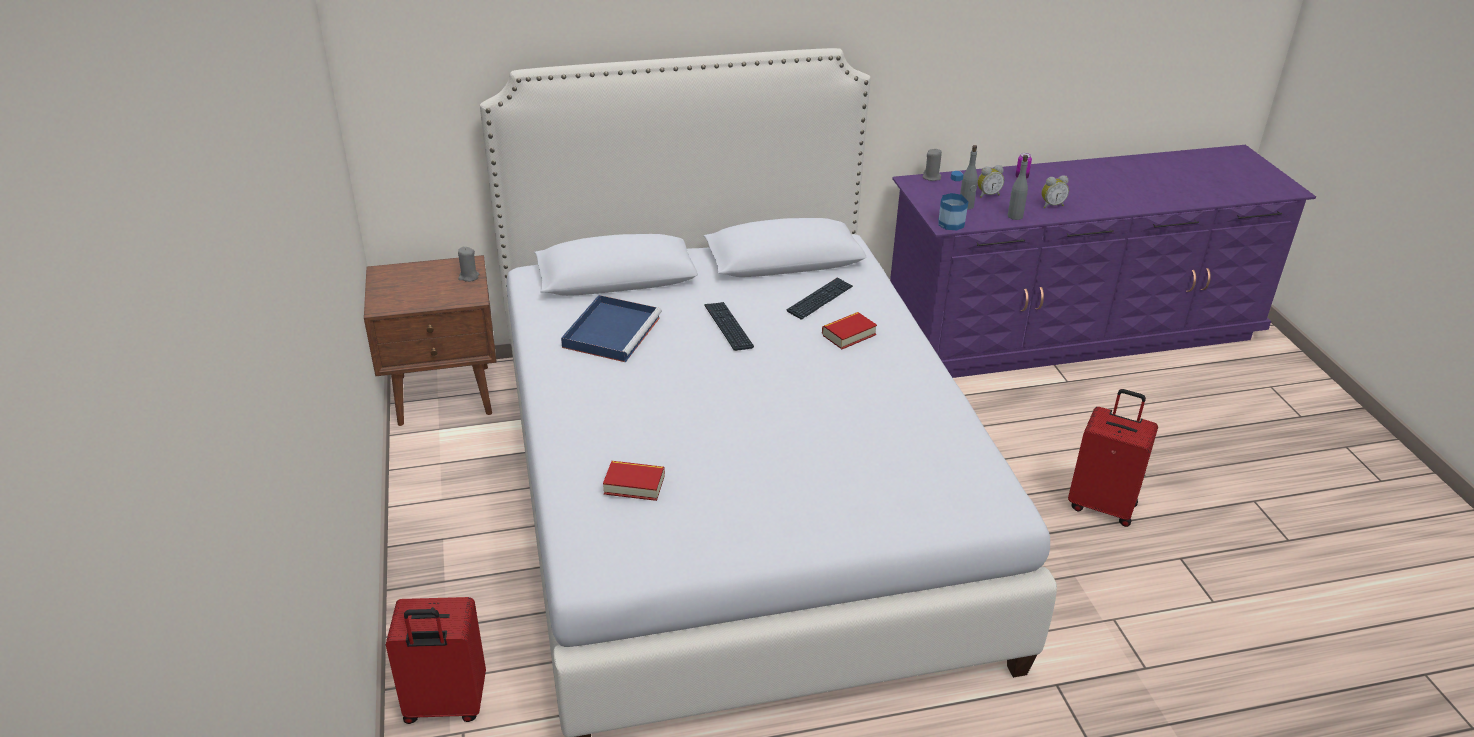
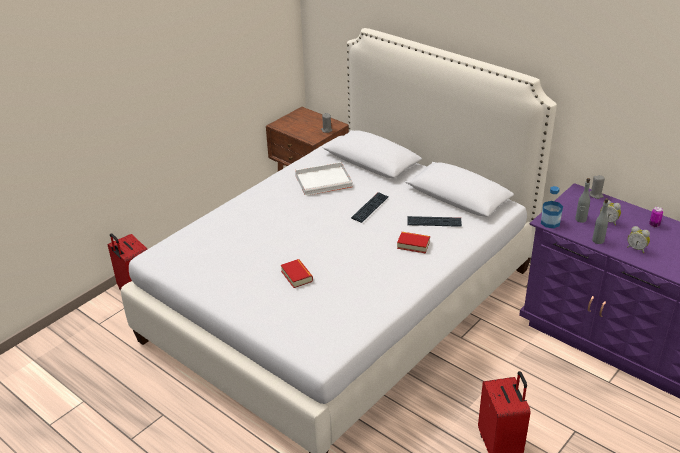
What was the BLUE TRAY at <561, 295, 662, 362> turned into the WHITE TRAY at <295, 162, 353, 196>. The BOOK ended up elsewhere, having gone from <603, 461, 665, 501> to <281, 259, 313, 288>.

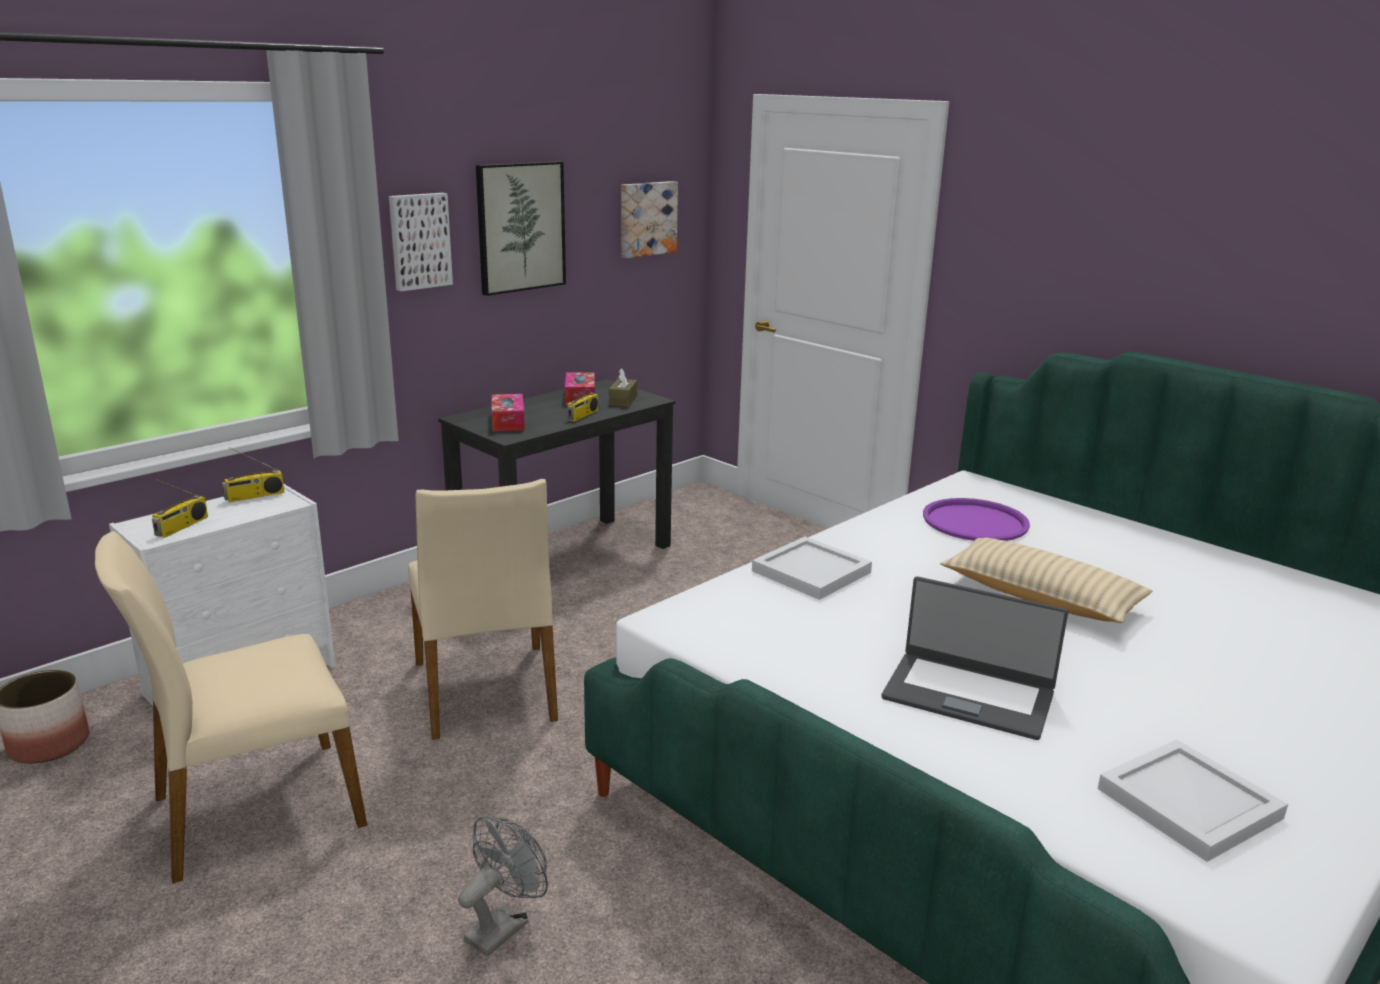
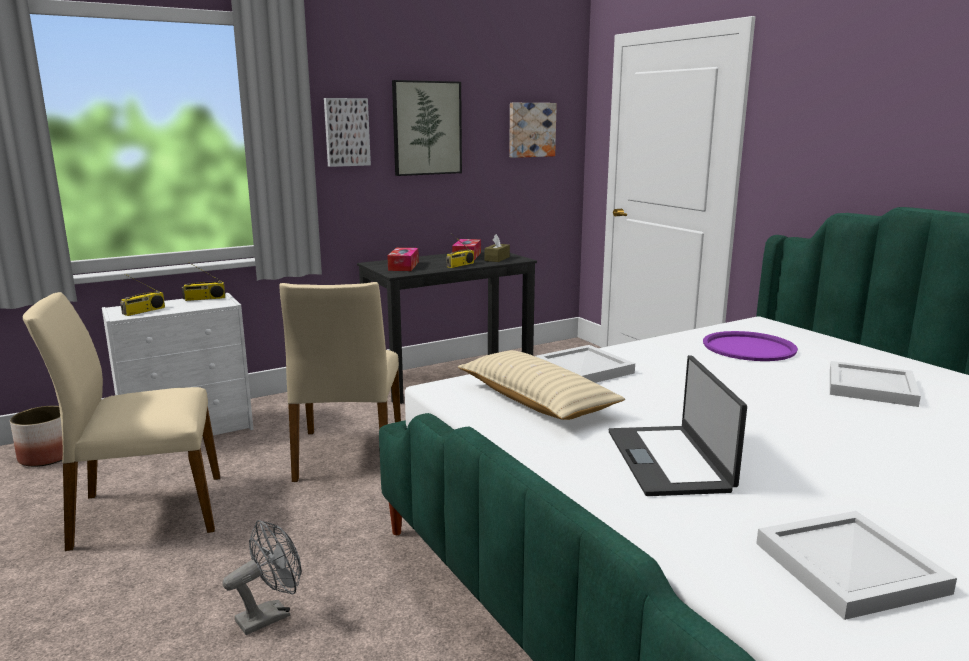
The LAPTOP at <882, 576, 1068, 740> ended up facing another way, 45 degrees clockwise from before. The BEIGE PILLOW ended up elsewhere, having gone from <940, 538, 1152, 623> to <458, 350, 625, 420>. The second view gained the WHITE TRAY at <830, 361, 921, 407>.

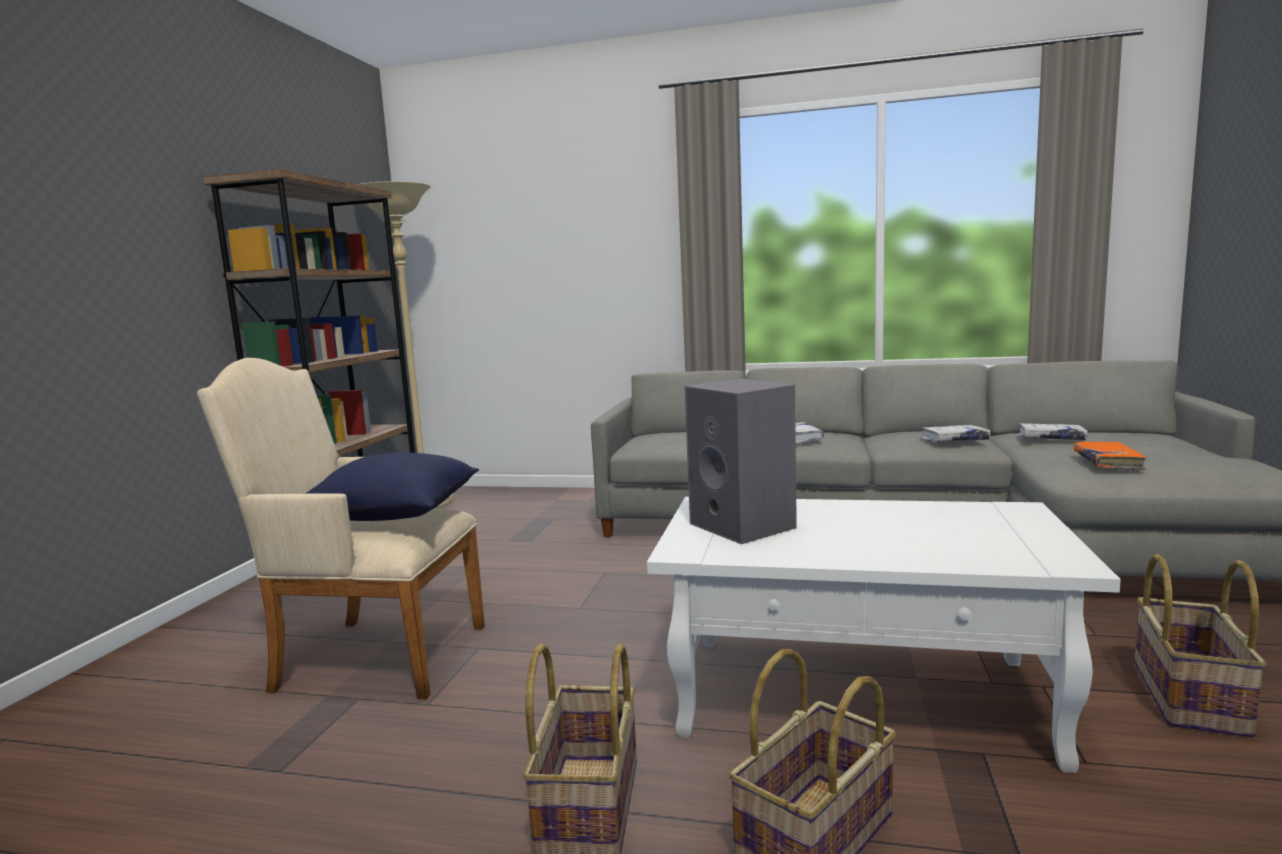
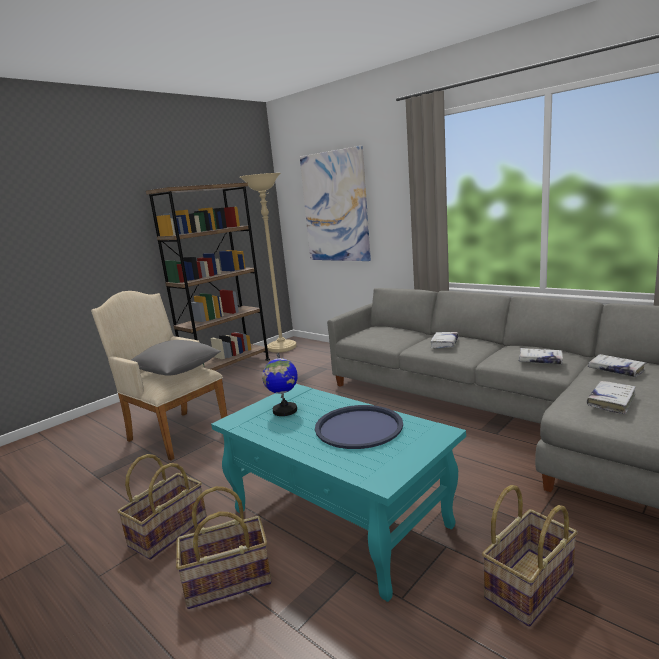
What was the BLUE PILLOW at <306, 452, 479, 521> turned into the GREY PILLOW at <131, 340, 221, 376>. What was the WHITE COFFEE TABLE at <647, 497, 1121, 773> turned into the TURQUOISE COFFEE TABLE at <211, 384, 466, 602>. Where the GREY SPEAKER stood at <685, 379, 797, 544>, the GLOBE came to stand at <262, 352, 298, 416>. What was the ORANGE BOOK at <1074, 442, 1147, 470> turned into the WHITE BOOK at <587, 381, 636, 414>. The second view gained the PICTURE at <300, 146, 371, 261>. The second view gained the BLUE TRAY at <315, 405, 403, 449>.

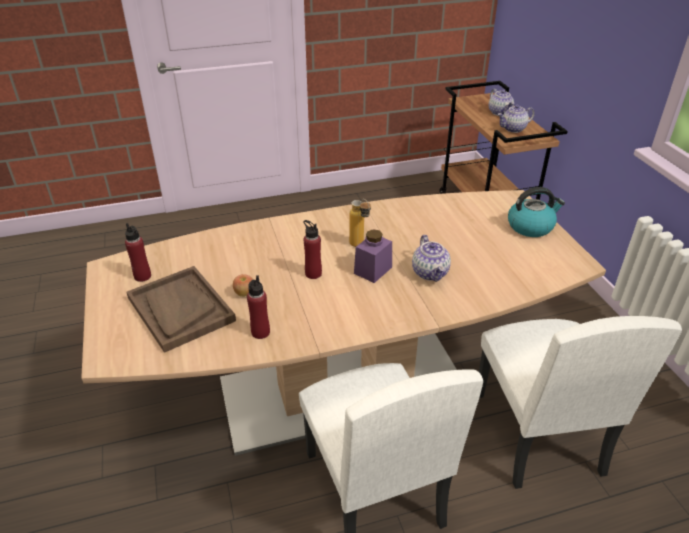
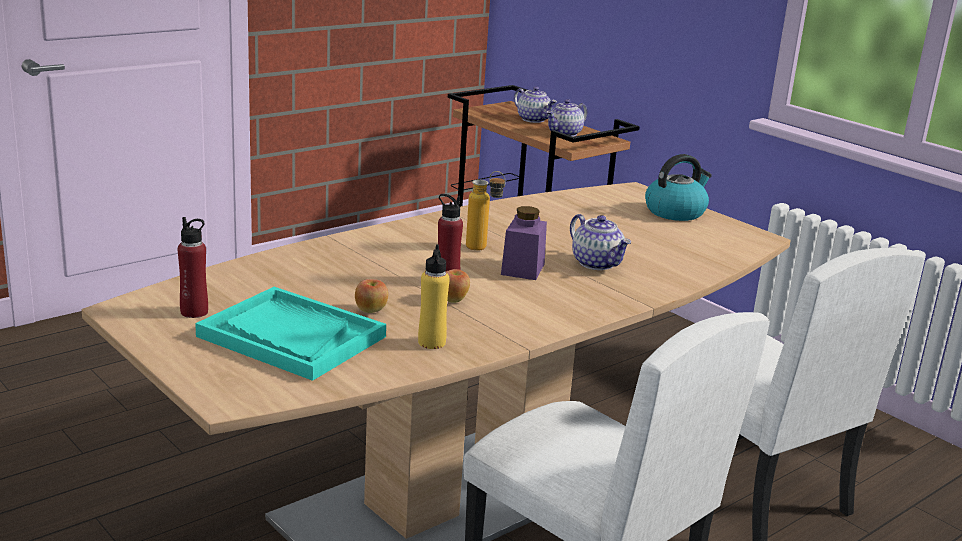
What was the BROWN TRAY at <126, 266, 236, 353> turned into the TURQUOISE TRAY at <195, 287, 386, 381>. What was the RED BOTTLE at <247, 275, 270, 339> turned into the YELLOW BOTTLE at <418, 244, 450, 349>. The second view gained the APPLE at <446, 269, 470, 303>.

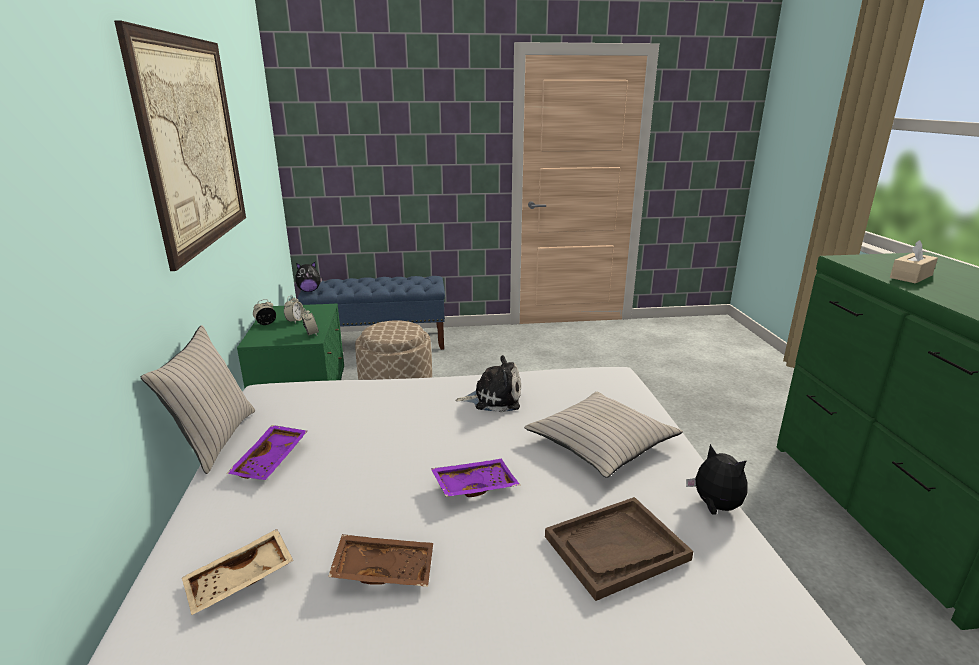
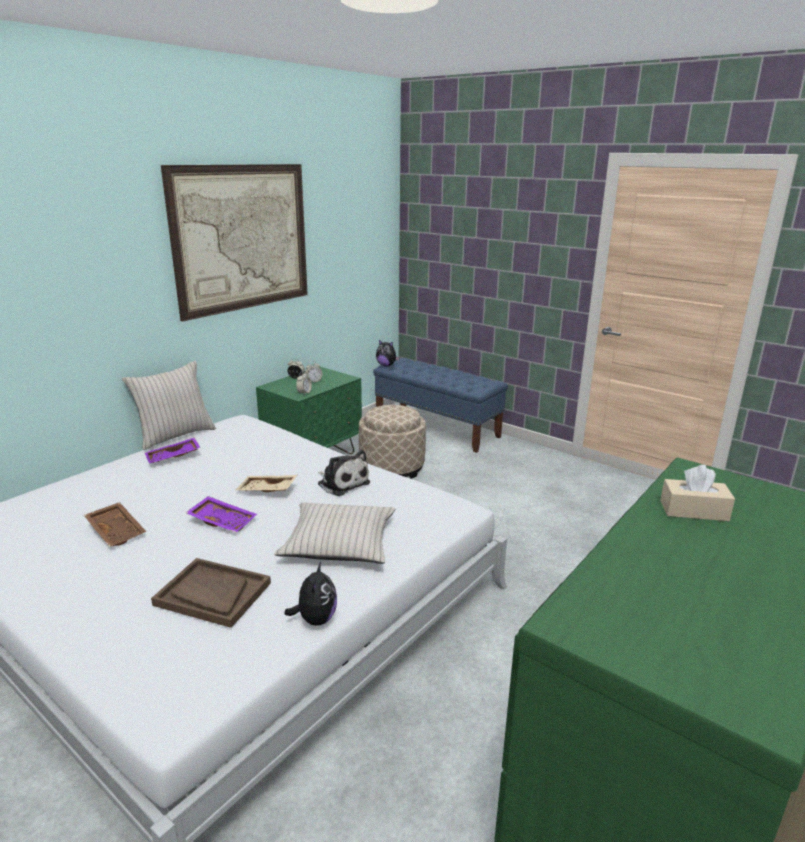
The BEIGE TRAY ended up elsewhere, having gone from <182, 529, 294, 615> to <235, 475, 297, 492>.

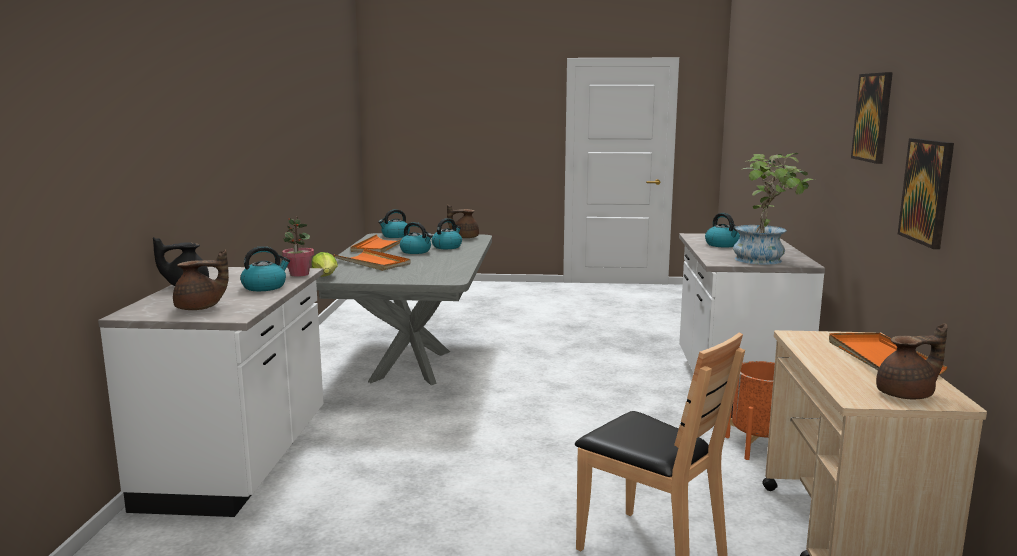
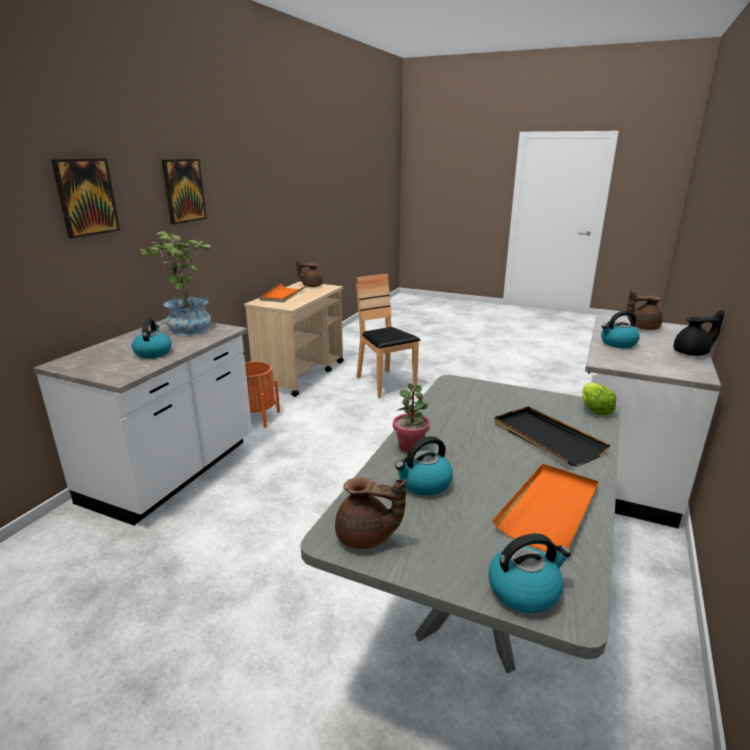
The POTTED PLANT ended up elsewhere, having gone from <282, 218, 314, 277> to <393, 384, 430, 453>. What was the ORANGE TRAY at <334, 249, 411, 271> turned into the BLACK TRAY at <494, 406, 610, 466>. The second view lost the KETTLE at <400, 222, 433, 254>. The PICTURE ended up elsewhere, having gone from <898, 138, 954, 249> to <51, 158, 120, 239>.

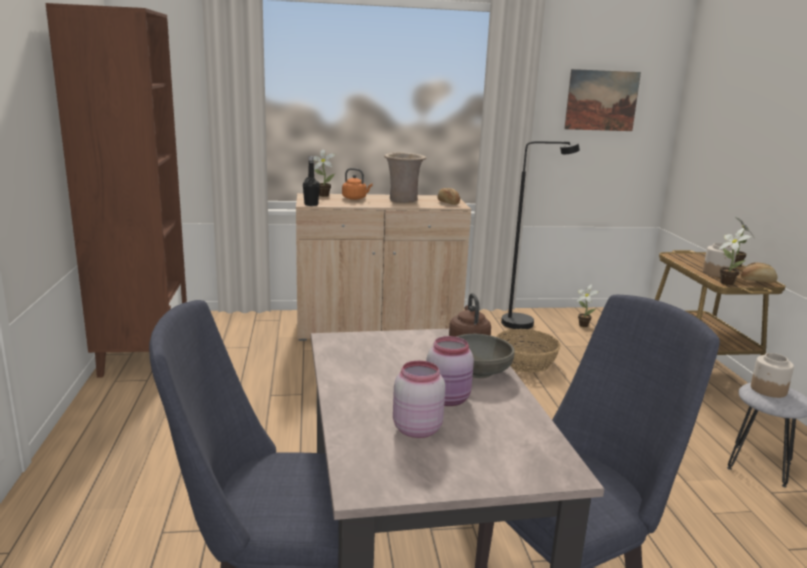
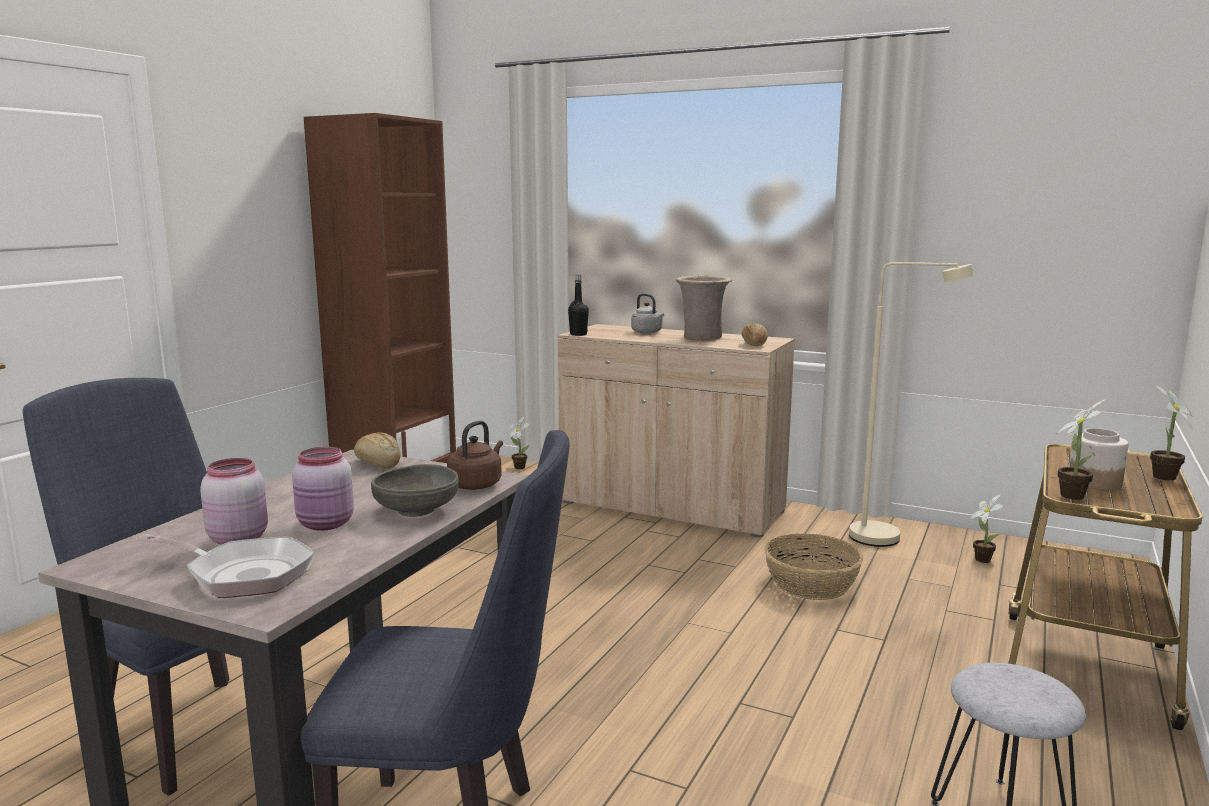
The POTTED PLANT ended up elsewhere, having gone from <314, 149, 335, 197> to <507, 417, 530, 469>. What was the ORANGE KETTLE at <342, 168, 373, 200> turned into the GREY KETTLE at <631, 293, 664, 334>. What was the BLACK FLOOR LAMP at <501, 142, 580, 329> turned into the BEIGE FLOOR LAMP at <849, 262, 974, 547>. The second view lost the PICTURE at <564, 69, 641, 131>. The BREAD ended up elsewhere, having gone from <741, 263, 778, 283> to <354, 432, 401, 469>. The second view lost the JAR at <751, 353, 794, 398>. The second view gained the FRYING PAN at <136, 534, 315, 598>.

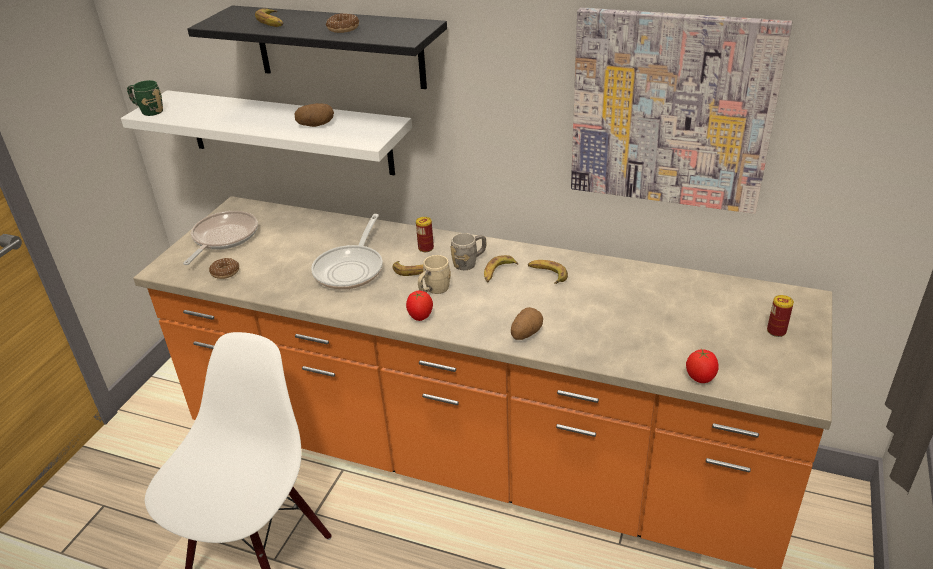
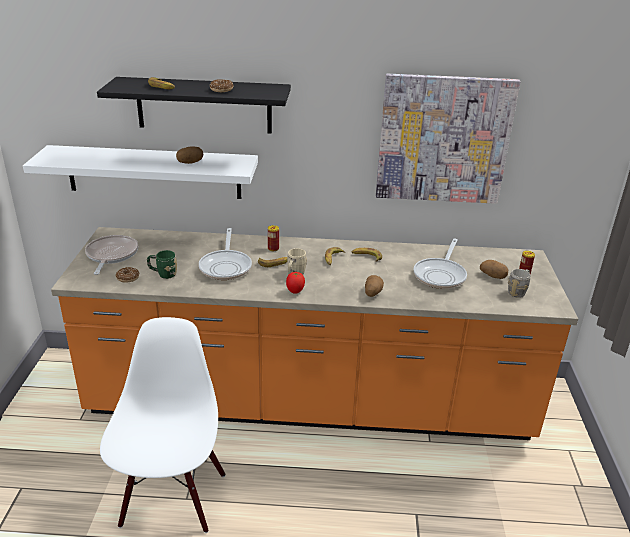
The GREEN MUG ended up elsewhere, having gone from <127, 80, 163, 116> to <147, 250, 177, 279>. The GREY MUG ended up elsewhere, having gone from <451, 233, 486, 270> to <508, 269, 530, 298>. The second view lost the TOMATO at <686, 349, 719, 383>. The second view gained the FRYING PAN at <414, 239, 467, 289>. The second view gained the POTATO at <480, 260, 508, 279>.

